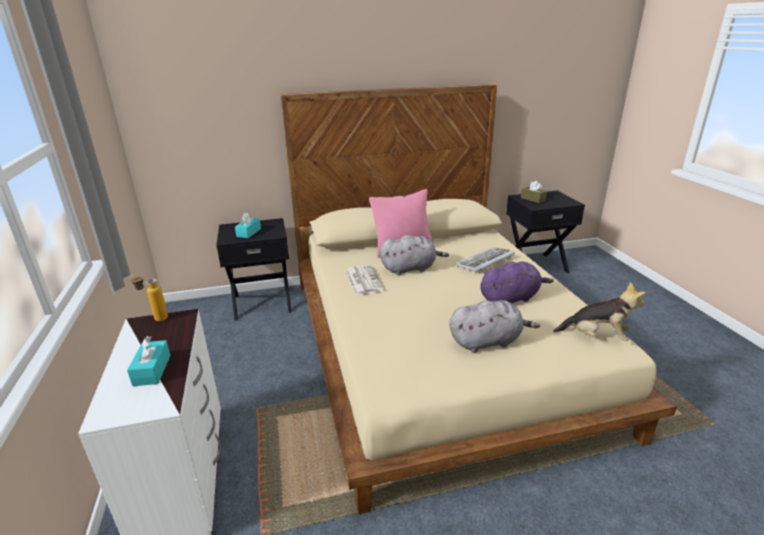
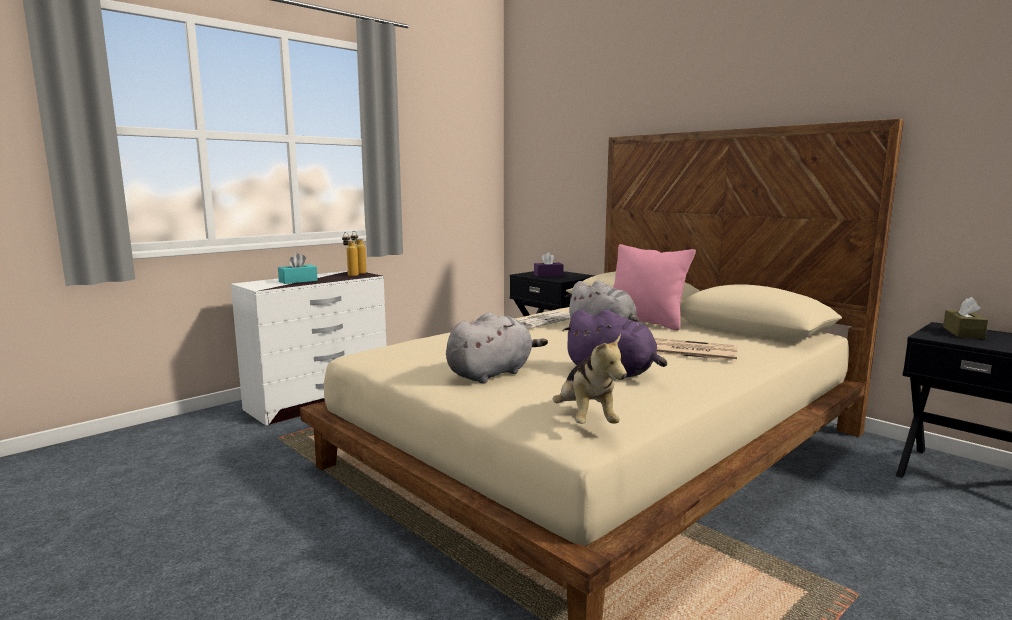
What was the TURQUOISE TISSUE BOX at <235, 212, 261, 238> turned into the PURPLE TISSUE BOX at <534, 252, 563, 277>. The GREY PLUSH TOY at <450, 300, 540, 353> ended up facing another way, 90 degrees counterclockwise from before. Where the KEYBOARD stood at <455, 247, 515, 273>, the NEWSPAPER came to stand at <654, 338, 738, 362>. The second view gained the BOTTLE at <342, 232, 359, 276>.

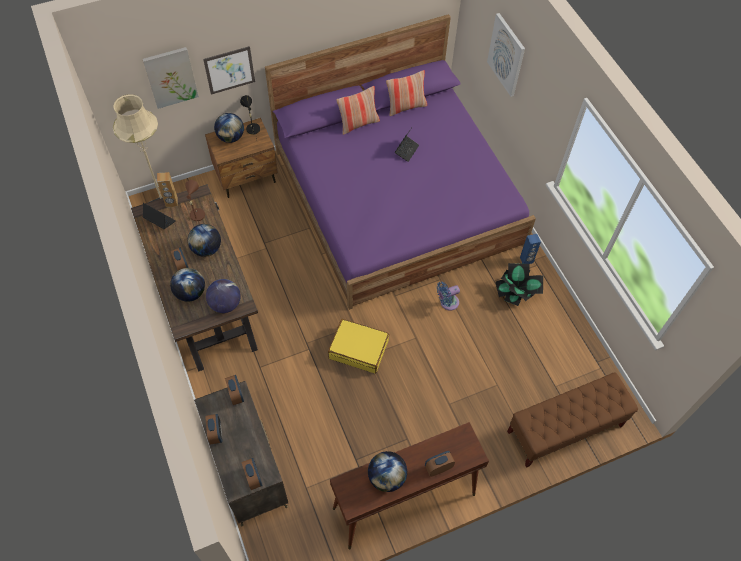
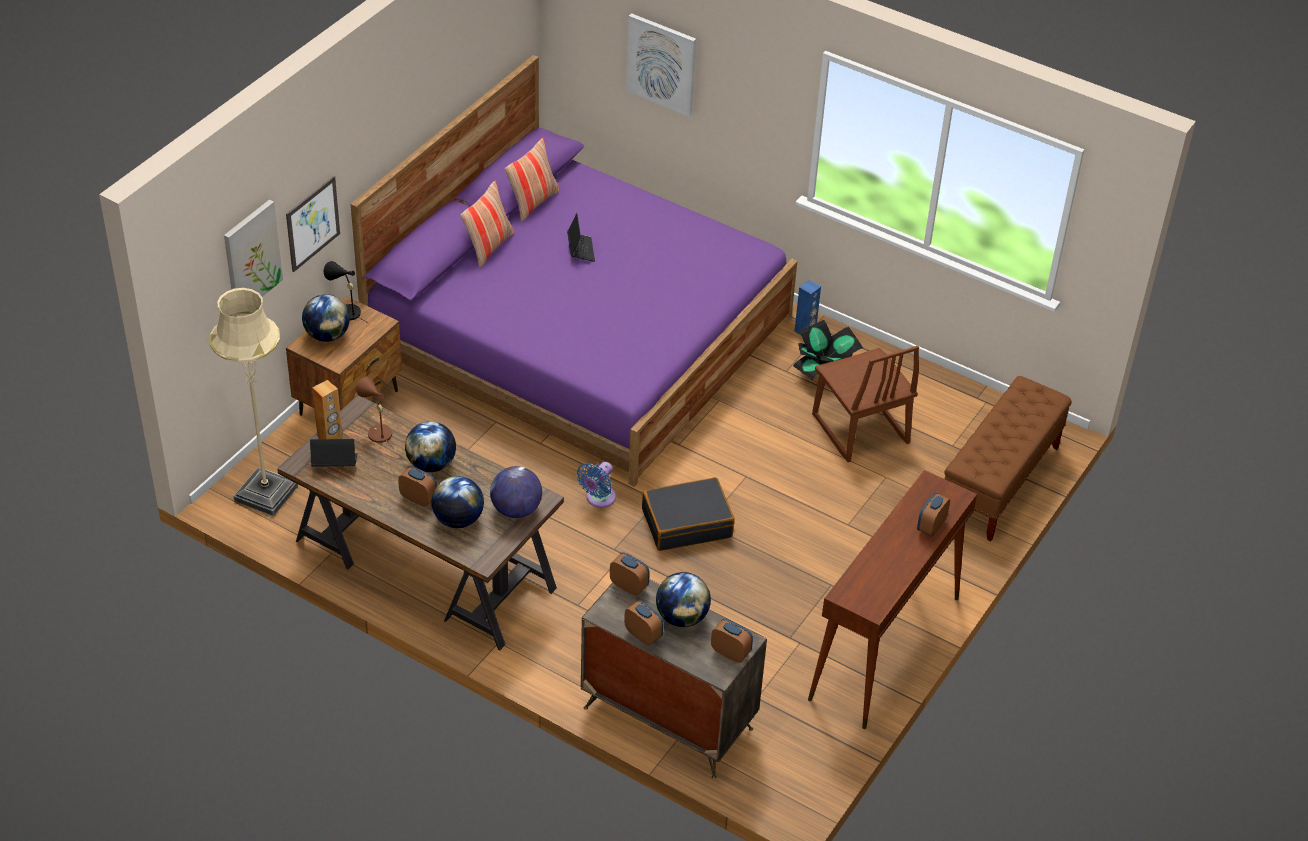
What was the YELLOW SUITCASE at <328, 319, 389, 373> turned into the BLACK SUITCASE at <642, 477, 735, 551>. The GLOBE ended up elsewhere, having gone from <368, 451, 407, 492> to <656, 572, 711, 627>. The BLUE FAN ended up elsewhere, having gone from <437, 282, 460, 311> to <577, 462, 616, 508>. The second view gained the BROWN CHAIR at <812, 346, 919, 462>.

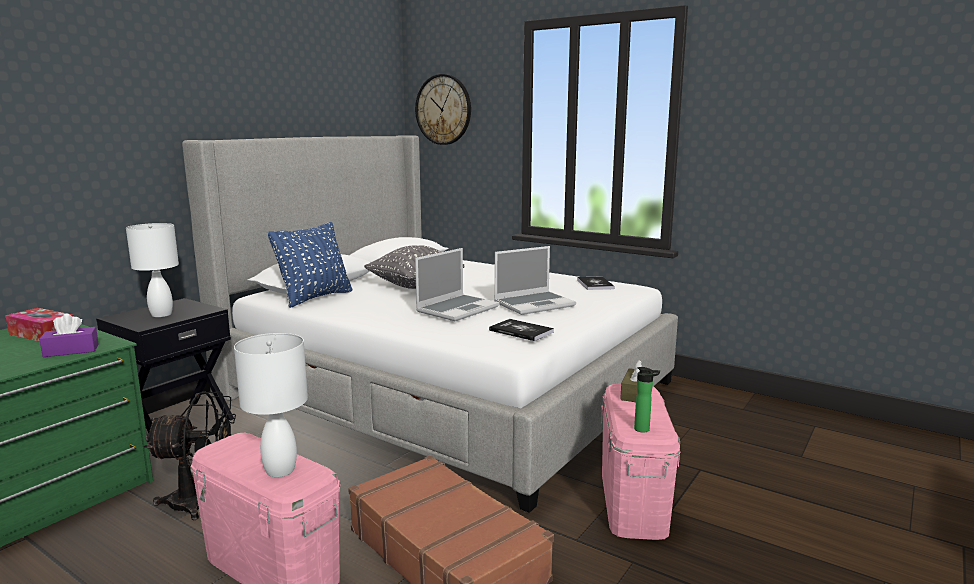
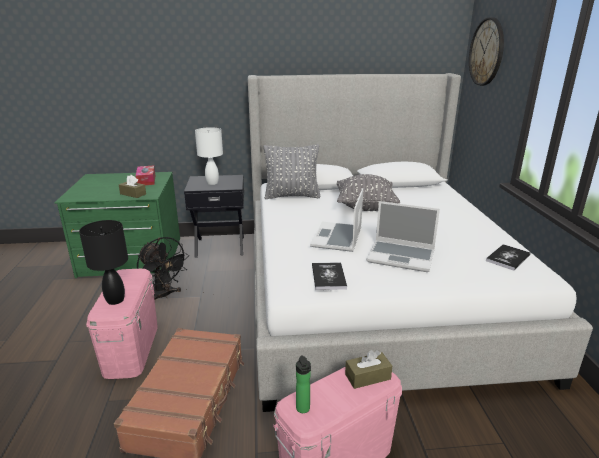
What was the PURPLE TISSUE BOX at <39, 314, 99, 357> turned into the BROWN TISSUE BOX at <119, 175, 146, 198>. What was the WHITE TABLE LAMP at <234, 333, 308, 477> turned into the BLACK TABLE LAMP at <79, 220, 128, 305>. What was the BLUE PILLOW at <268, 222, 352, 308> turned into the GREY PILLOW at <264, 144, 321, 199>. The LAPTOP at <415, 248, 500, 321> ended up facing another way, 105 degrees clockwise from before.

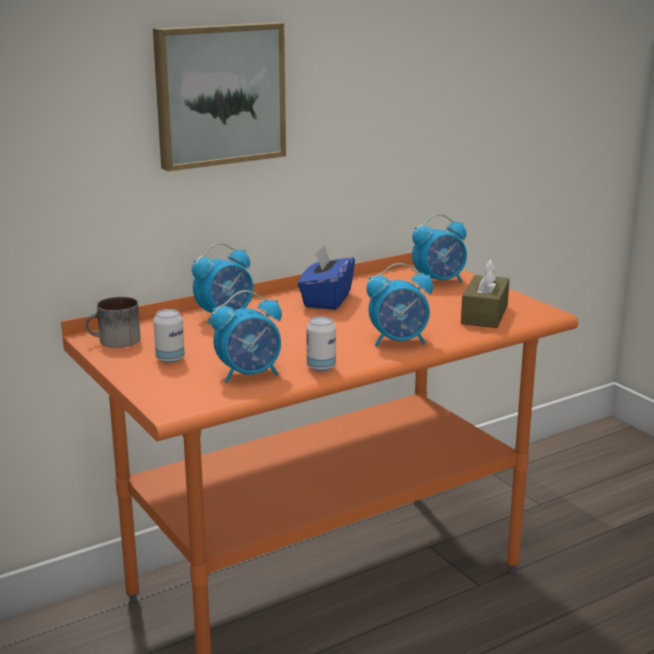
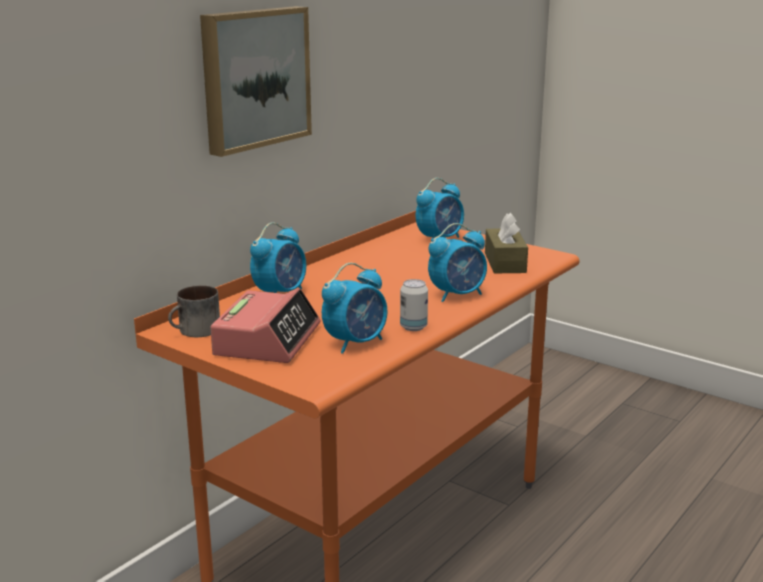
Where the CAN stood at <153, 309, 185, 363>, the ALARM CLOCK came to stand at <210, 288, 320, 363>. The second view lost the BLUE TISSUE BOX at <298, 244, 355, 310>.

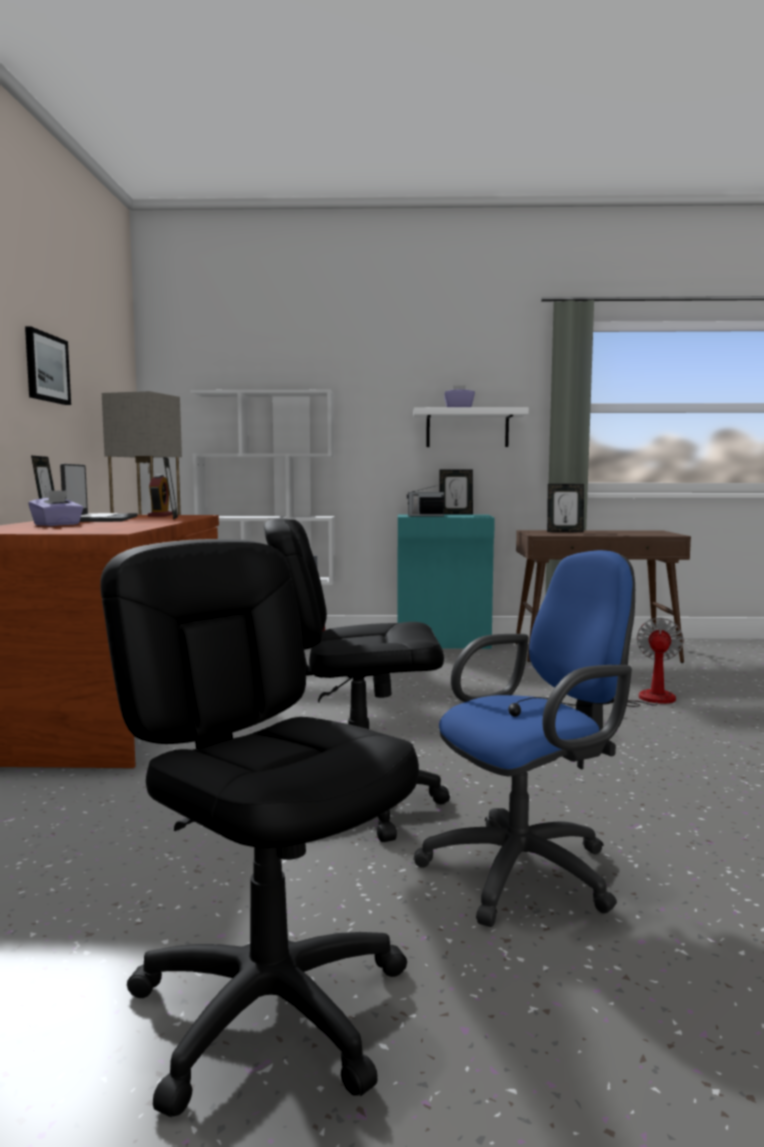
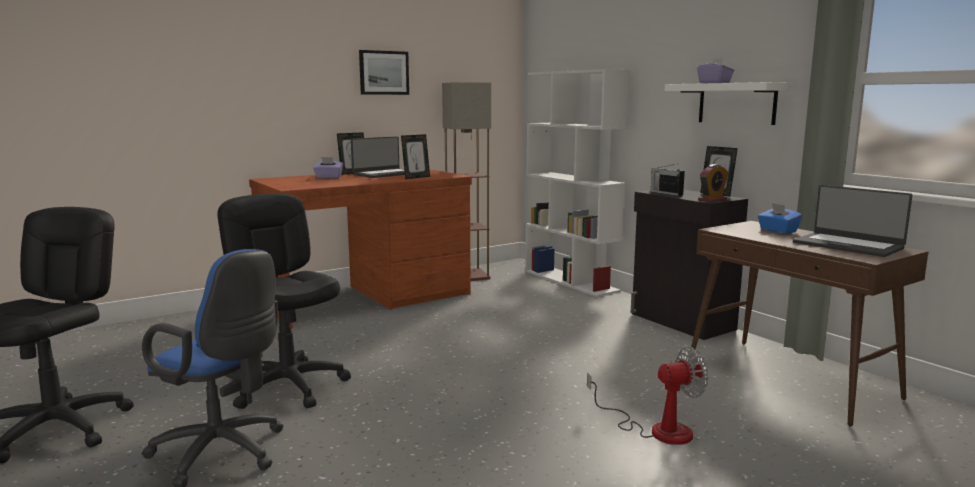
The ALARM CLOCK ended up elsewhere, having gone from <148, 475, 173, 516> to <698, 164, 729, 202>. What was the TURQUOISE CABINET at <397, 514, 495, 649> turned into the BLACK CABINET at <631, 190, 748, 340>. Where the PICTURE FRAME stood at <547, 484, 584, 532>, the BLUE TISSUE BOX came to stand at <758, 203, 802, 234>. The second view gained the LAPTOP at <793, 185, 912, 257>.

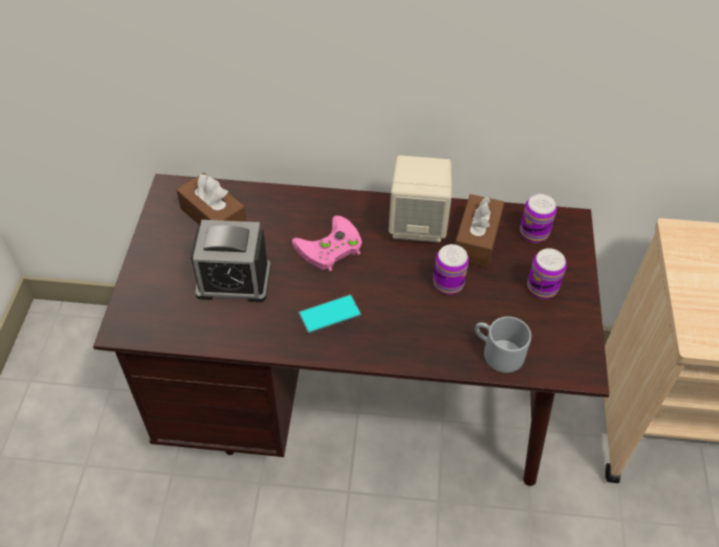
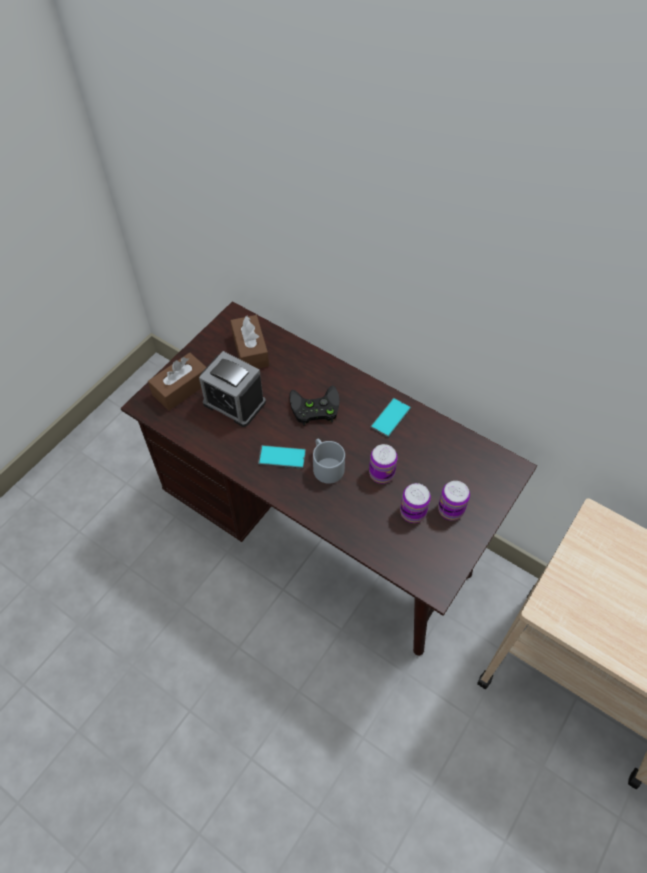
What was the PINK GAME CONTROLLER at <292, 216, 362, 272> turned into the BLACK GAME CONTROLLER at <289, 385, 340, 426>. Where the BEIGE SPEAKER stood at <389, 155, 452, 243>, the PHONE came to stand at <370, 398, 411, 438>. The BROWN TISSUE BOX ended up elsewhere, having gone from <455, 194, 504, 268> to <148, 353, 206, 411>. The GREY MUG ended up elsewhere, having gone from <475, 316, 531, 373> to <313, 439, 345, 484>. The CAN ended up elsewhere, having gone from <520, 194, 557, 243> to <400, 483, 431, 523>.

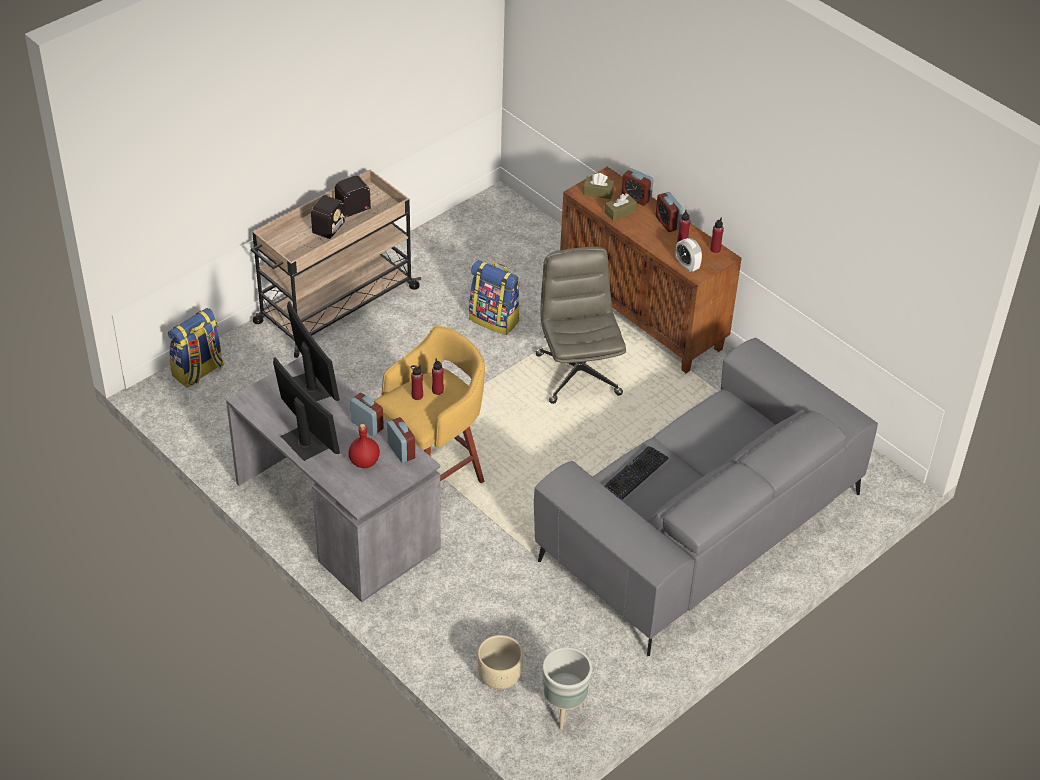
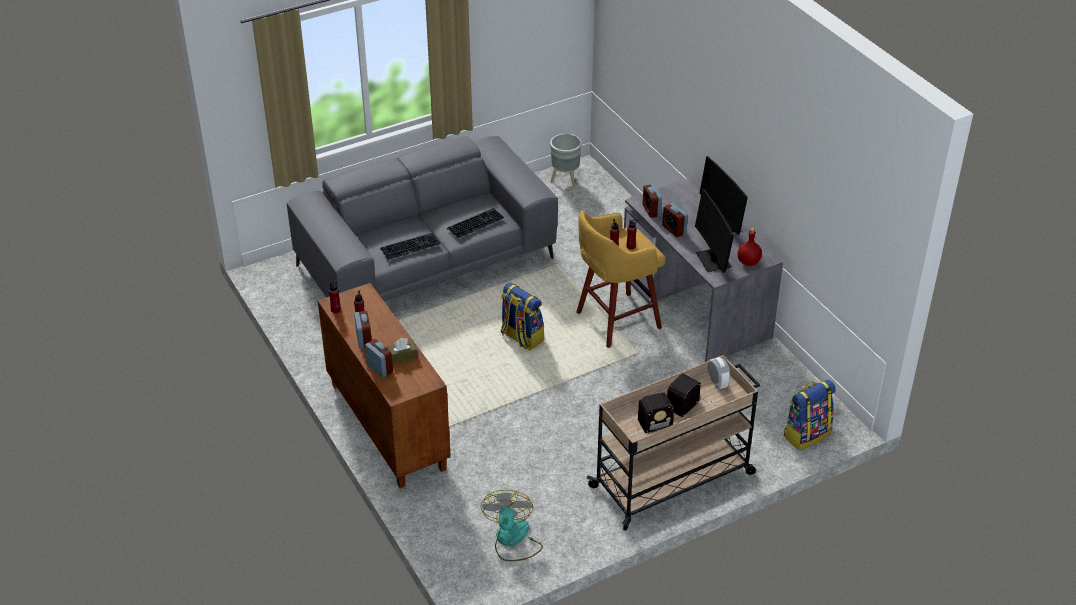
The RED BOTTLE ended up elsewhere, having gone from <348, 424, 380, 468> to <738, 228, 762, 266>. The BACKPACK ended up elsewhere, having gone from <469, 260, 520, 335> to <501, 282, 544, 350>. The second view lost the BEIGE PLANTER at <478, 635, 523, 689>. The second view lost the GREY OFFICE CHAIR at <536, 247, 626, 404>. The second view lost the BROWN TISSUE BOX at <583, 173, 614, 199>. The ALARM CLOCK ended up elsewhere, having gone from <676, 238, 702, 272> to <708, 357, 730, 389>. The second view gained the KEYBOARD at <380, 232, 441, 260>. The second view gained the FAN at <480, 490, 543, 561>.

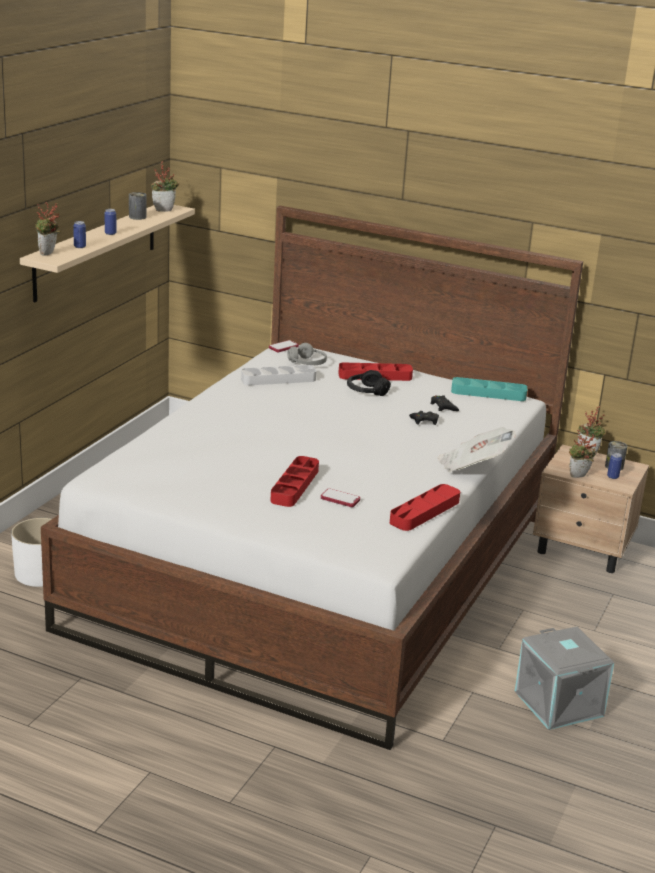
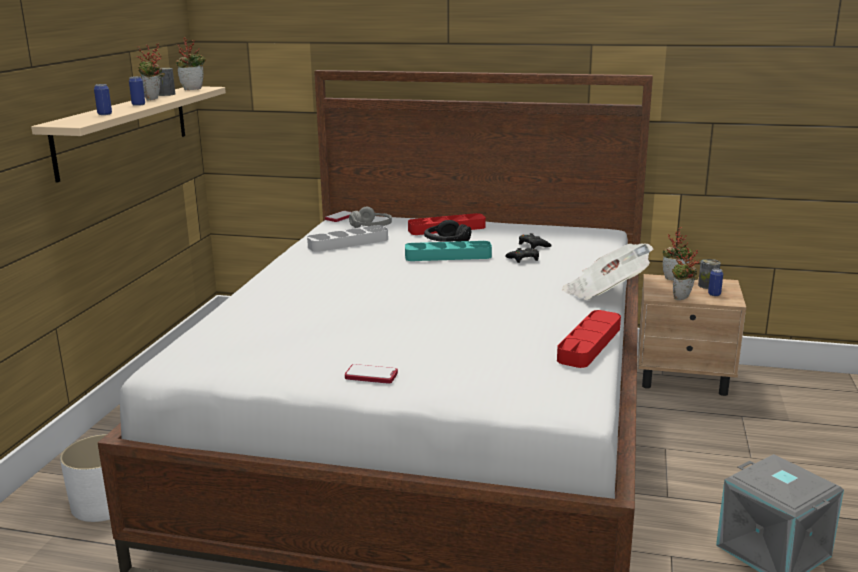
The POTTED PLANT ended up elsewhere, having gone from <35, 202, 61, 256> to <137, 43, 165, 100>. The second view lost the RED TRAY at <270, 456, 319, 507>. The PHONE ended up elsewhere, having gone from <321, 488, 360, 507> to <345, 364, 398, 384>. The TURQUOISE TRAY ended up elsewhere, having gone from <451, 377, 527, 401> to <405, 241, 492, 261>.

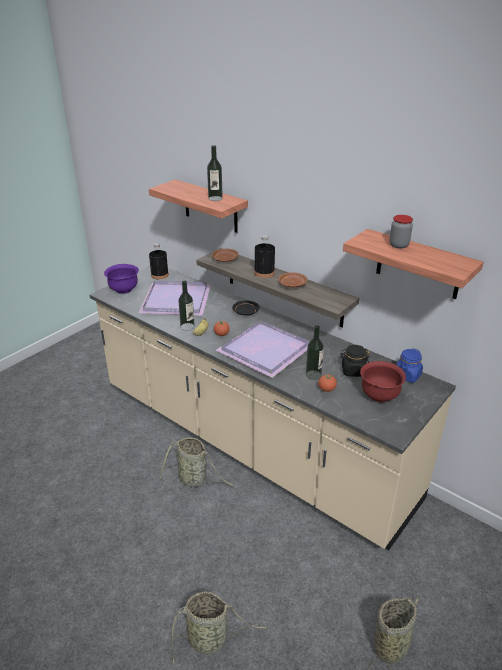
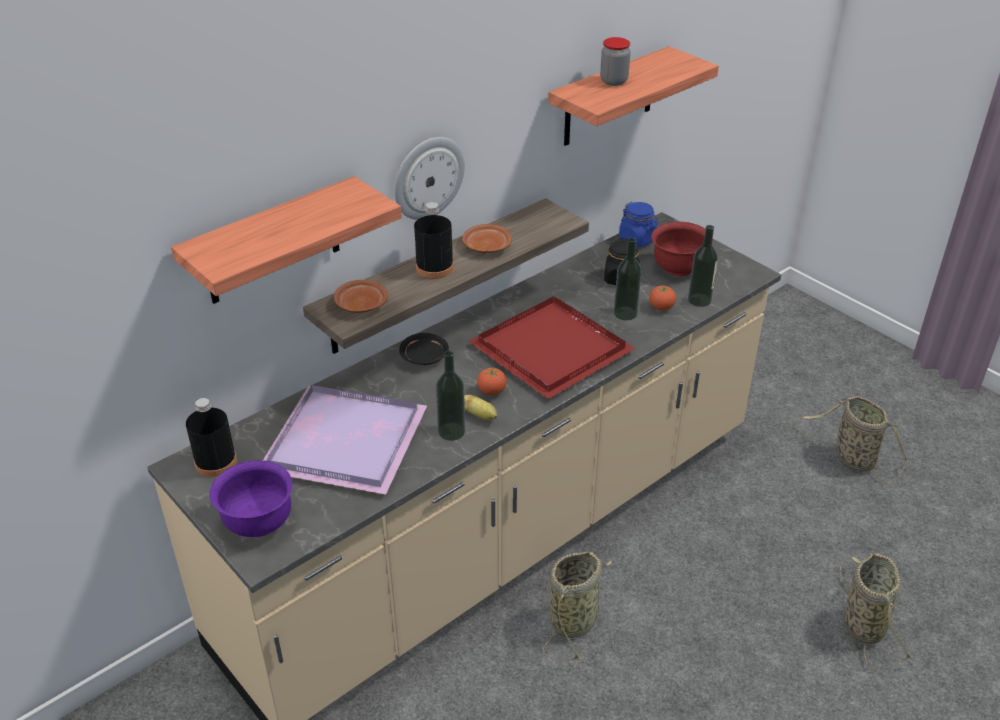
The BOTTLE ended up elsewhere, having gone from <207, 145, 223, 201> to <688, 225, 718, 307>. What was the PURPLE TRAY at <216, 320, 309, 378> turned into the RED TRAY at <468, 296, 635, 399>. The second view gained the WALL CLOCK at <394, 137, 465, 220>.

